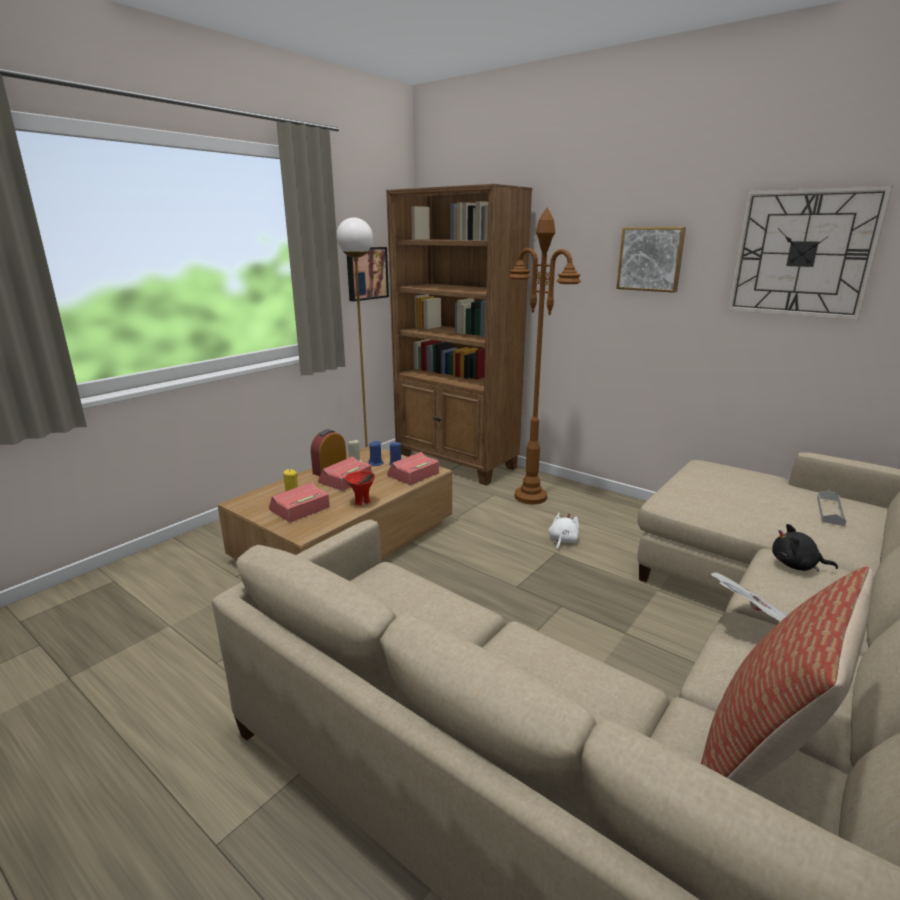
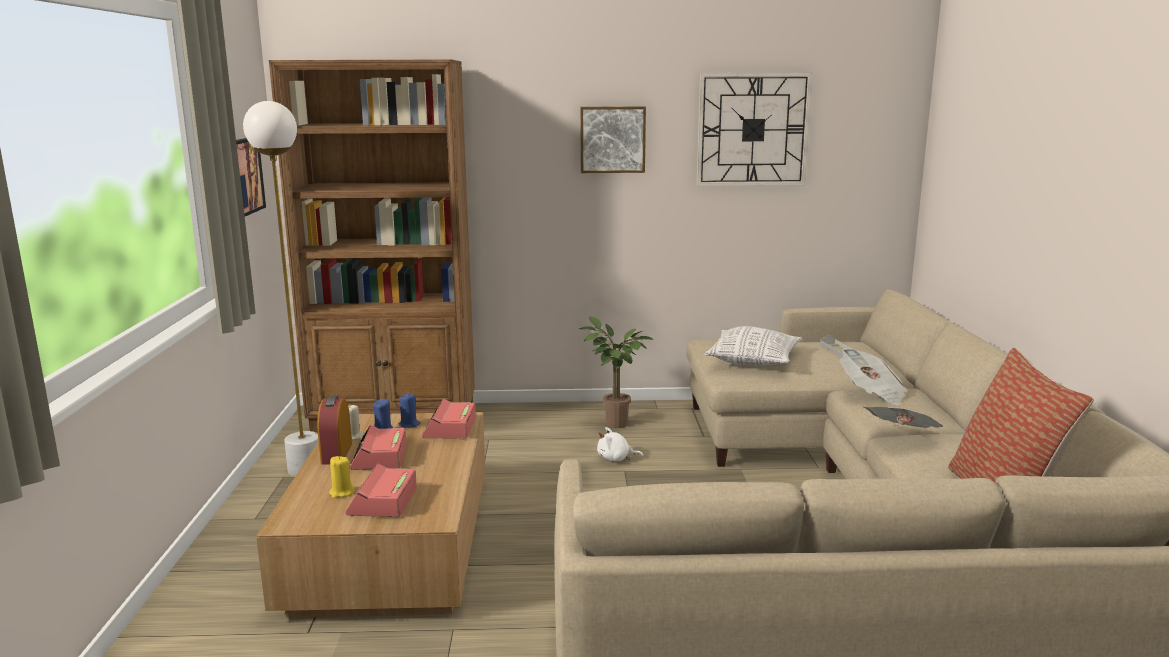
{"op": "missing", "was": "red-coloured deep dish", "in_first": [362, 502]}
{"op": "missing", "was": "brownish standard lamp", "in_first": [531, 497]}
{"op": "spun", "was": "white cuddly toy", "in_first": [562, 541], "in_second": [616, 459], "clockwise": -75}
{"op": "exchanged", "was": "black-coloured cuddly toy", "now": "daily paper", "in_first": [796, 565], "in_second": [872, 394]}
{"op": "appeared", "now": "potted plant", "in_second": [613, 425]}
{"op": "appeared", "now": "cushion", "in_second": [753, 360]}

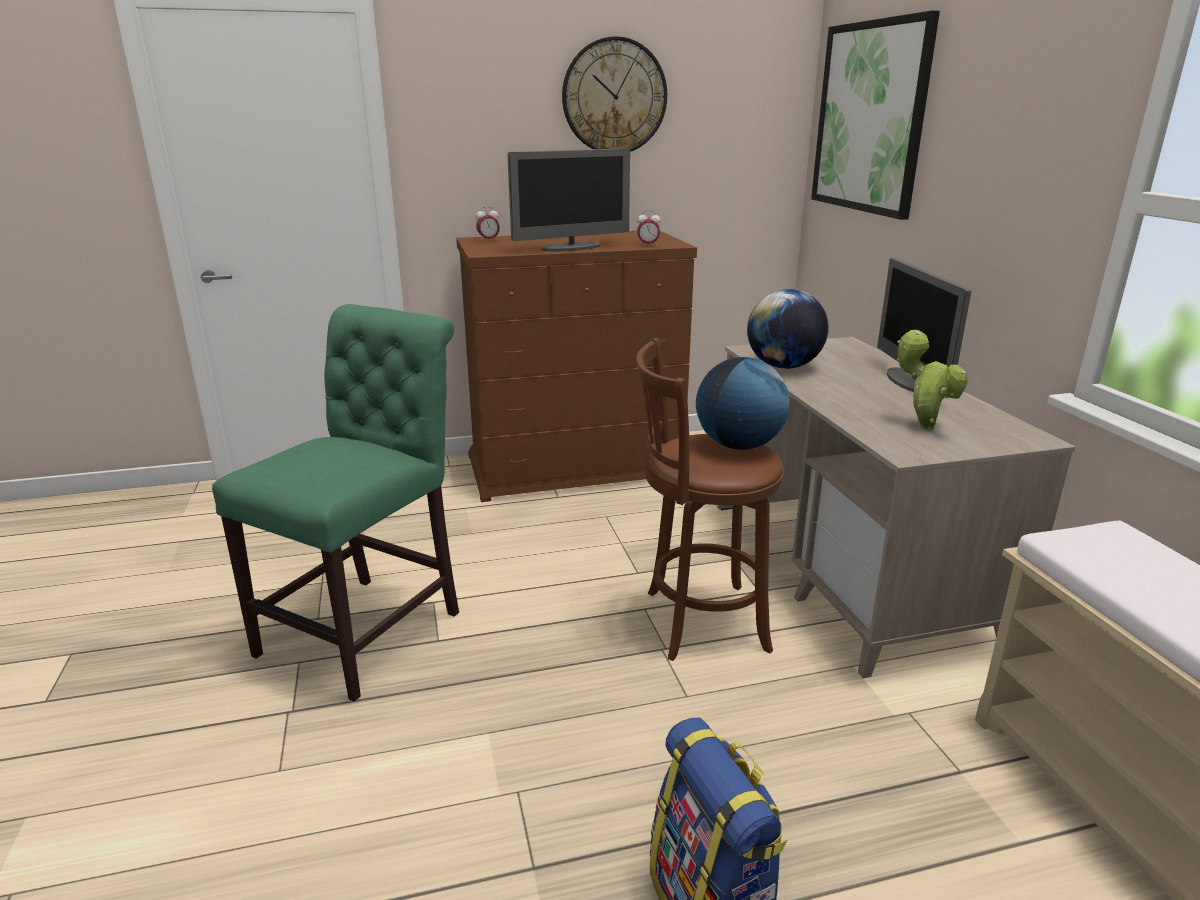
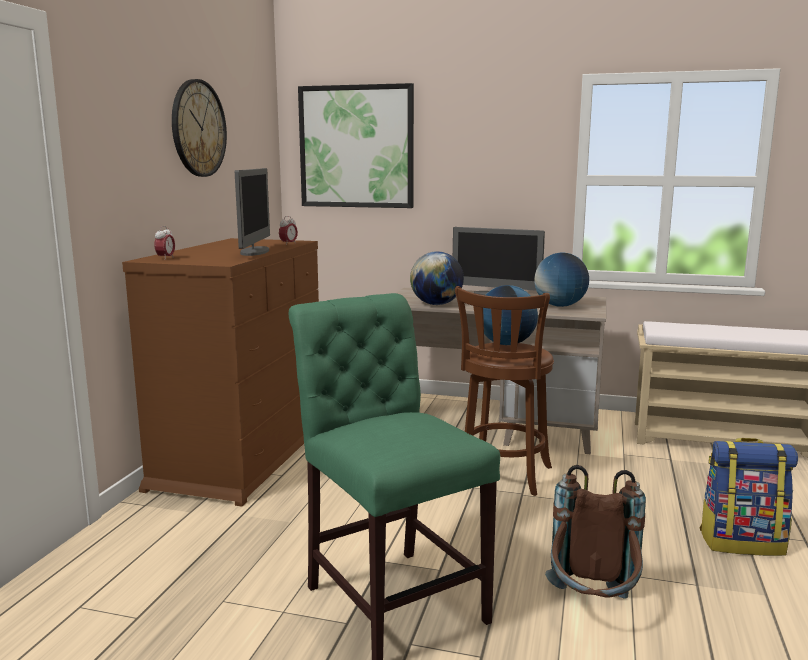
{"op": "exchanged", "was": "potted plant", "now": "desk globe", "in_first": [922, 426], "in_second": [560, 306]}
{"op": "appeared", "now": "brownish rucksack", "in_second": [592, 608]}

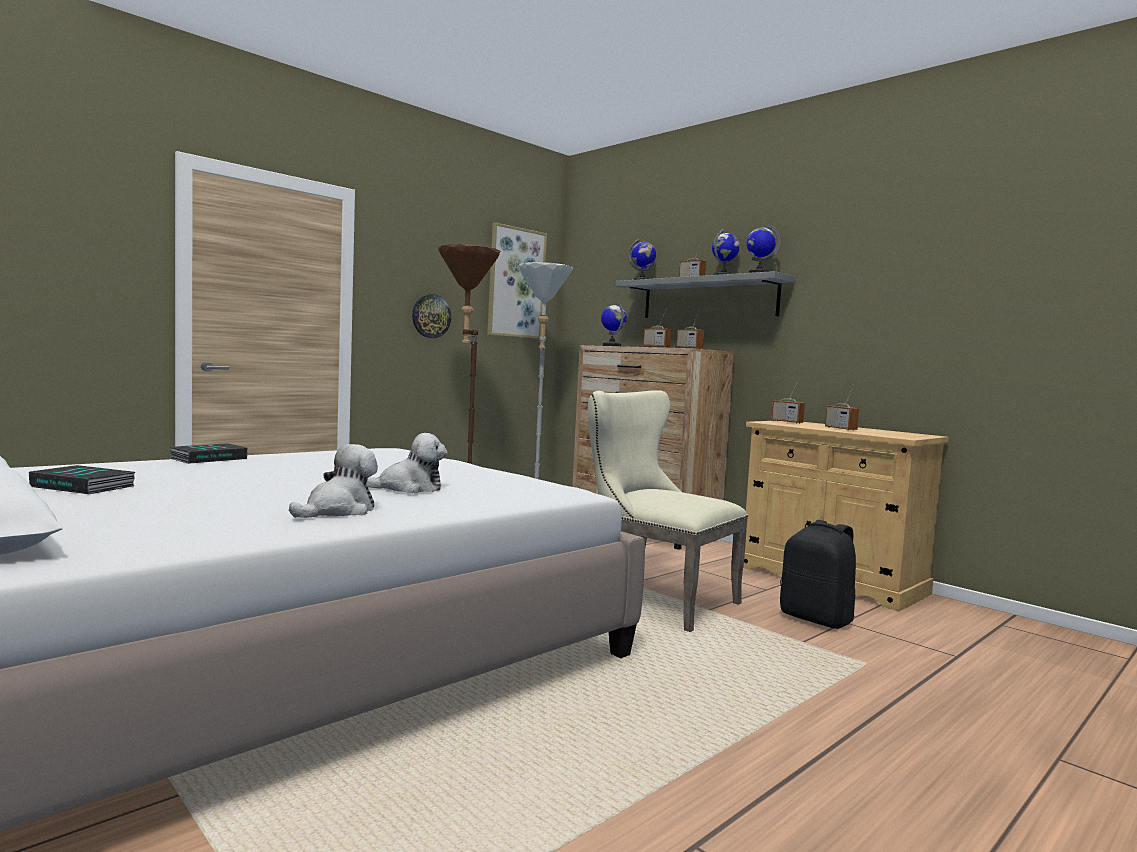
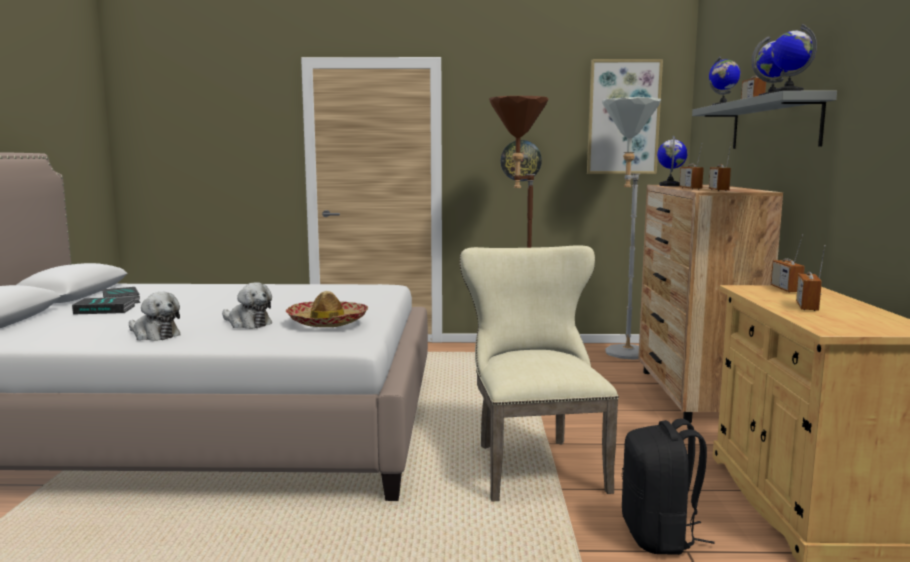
{"op": "relocated", "was": "bound book", "in_first": [209, 458], "in_second": [105, 310]}
{"op": "spun", "was": "cuddly toy", "in_first": [338, 511], "in_second": [154, 335], "clockwise": 45}
{"op": "appeared", "now": "clothing hat", "in_second": [327, 322]}

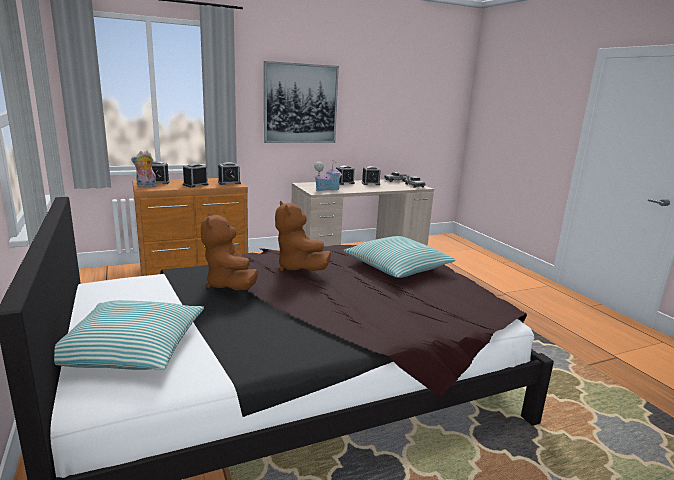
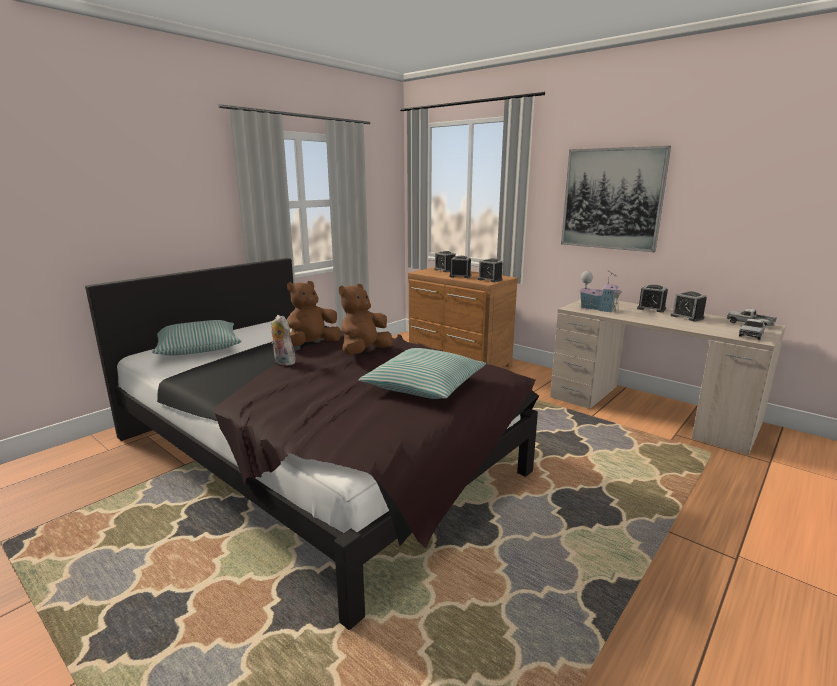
{"op": "relocated", "was": "cuddly toy", "in_first": [146, 186], "in_second": [282, 362]}

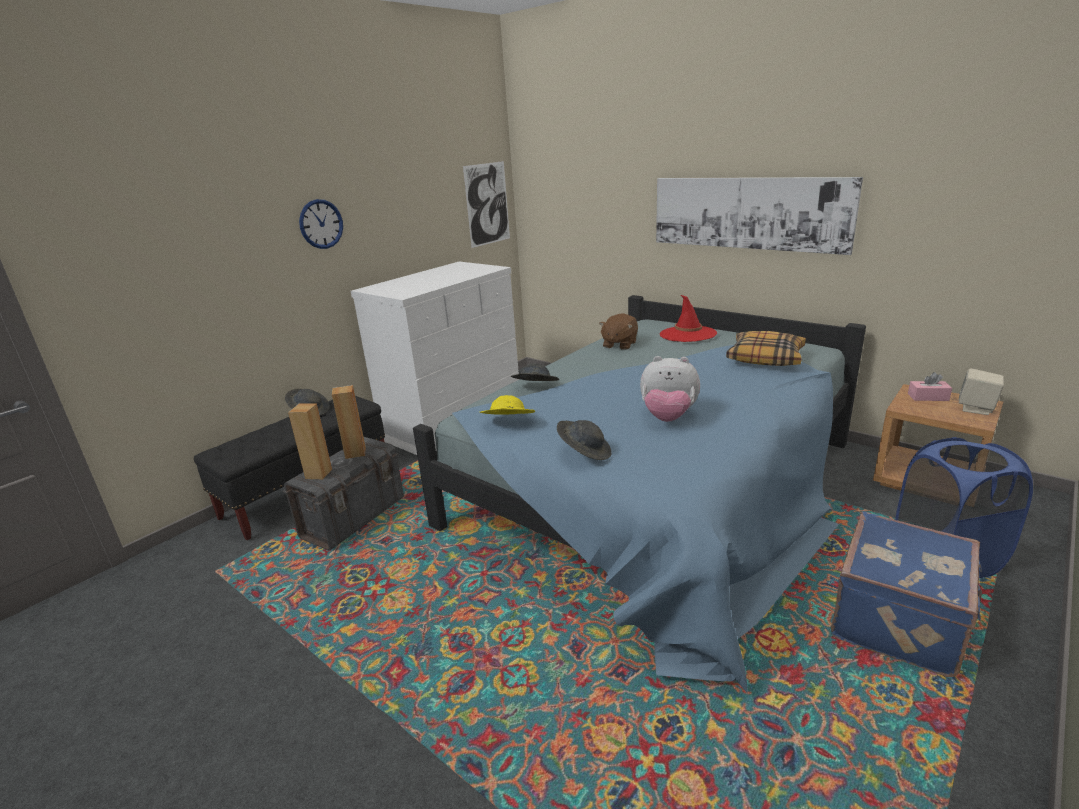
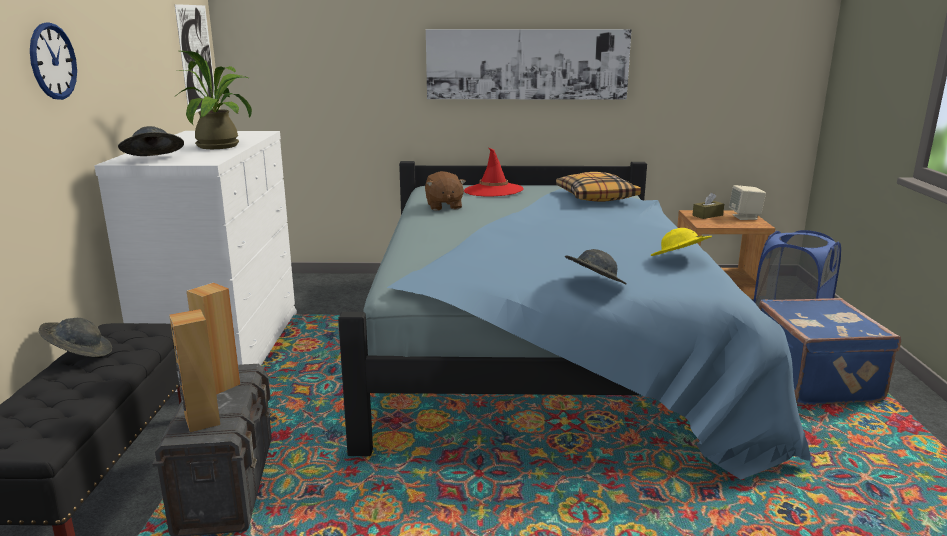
{"op": "relocated", "was": "yellow clothing hat", "in_first": [508, 424], "in_second": [679, 260]}
{"op": "relocated", "was": "gray clothing hat", "in_first": [535, 388], "in_second": [153, 159]}
{"op": "missing", "was": "cuddly toy", "in_first": [668, 418]}
{"op": "colour", "was": "pink-coloured box of tissues", "now": "brownish box of tissues", "in_first": [928, 397], "in_second": [707, 215]}
{"op": "appeared", "now": "potted plant", "in_second": [223, 145]}

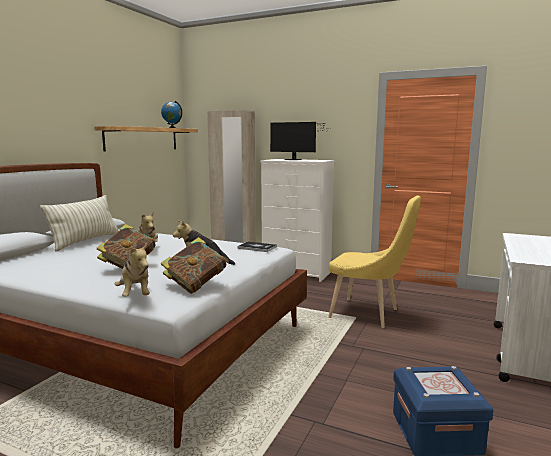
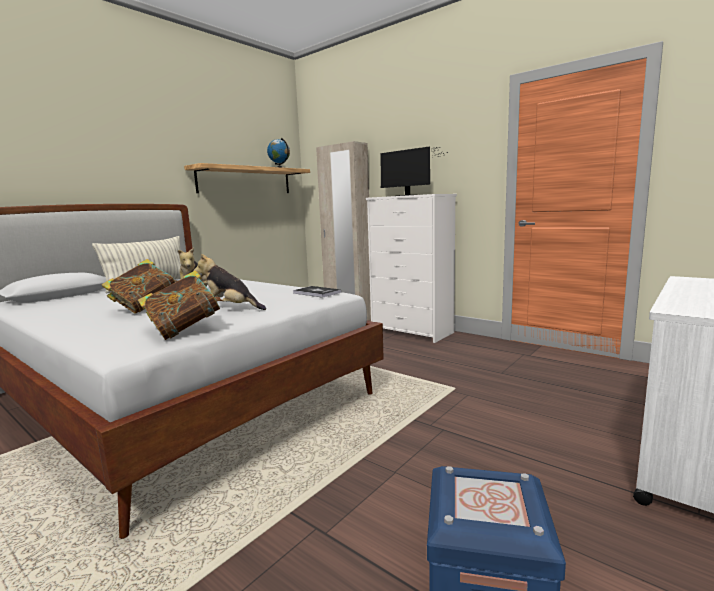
{"op": "missing", "was": "cuddly toy", "in_first": [135, 295]}
{"op": "missing", "was": "yellow plain chair", "in_first": [369, 314]}

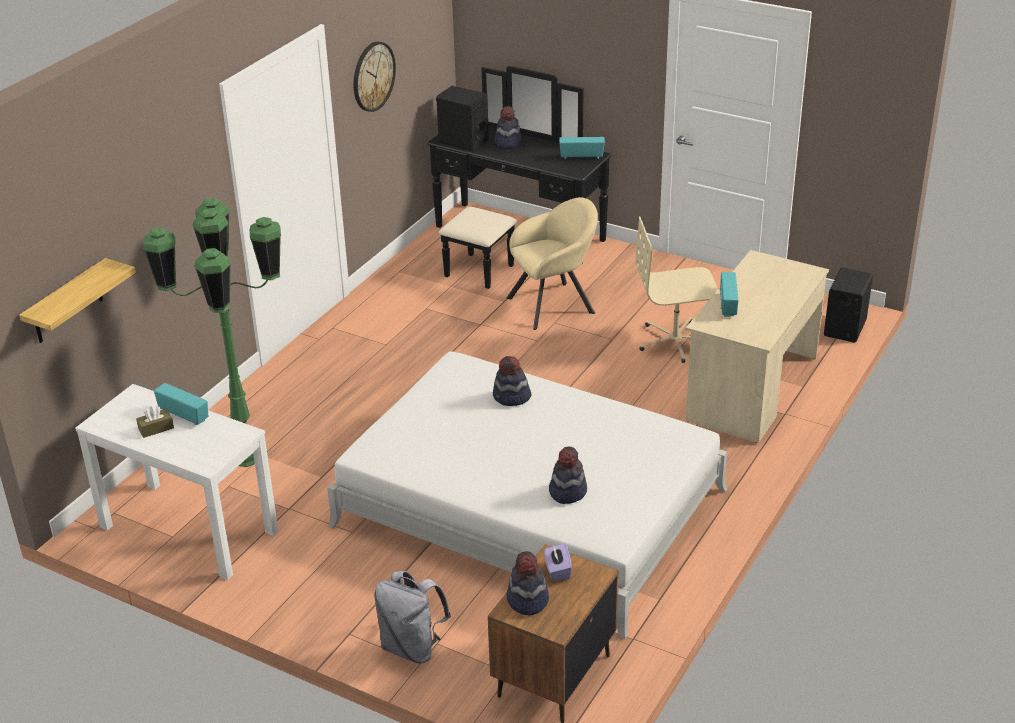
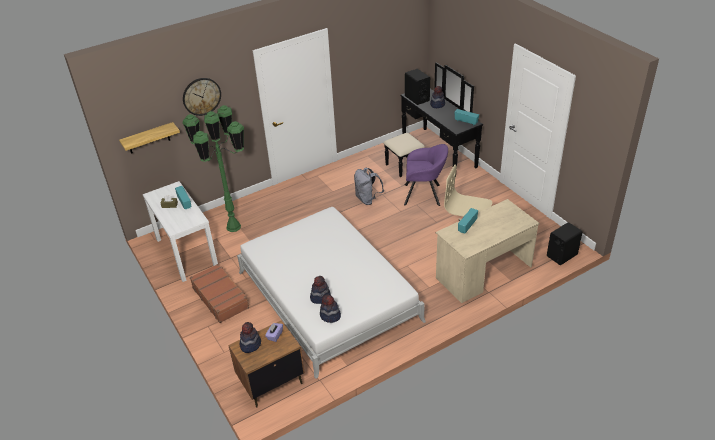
{"op": "relocated", "was": "wall clock", "in_first": [373, 76], "in_second": [201, 96]}
{"op": "relocated", "was": "gray rucksack", "in_first": [412, 647], "in_second": [367, 199]}
{"op": "relocated", "was": "clothing hat", "in_first": [511, 397], "in_second": [330, 316]}
{"op": "colour", "was": "sand-coloured easy chair", "now": "purple easy chair", "in_first": [555, 304], "in_second": [424, 195]}
{"op": "appeared", "now": "brownish suitcase", "in_second": [221, 297]}

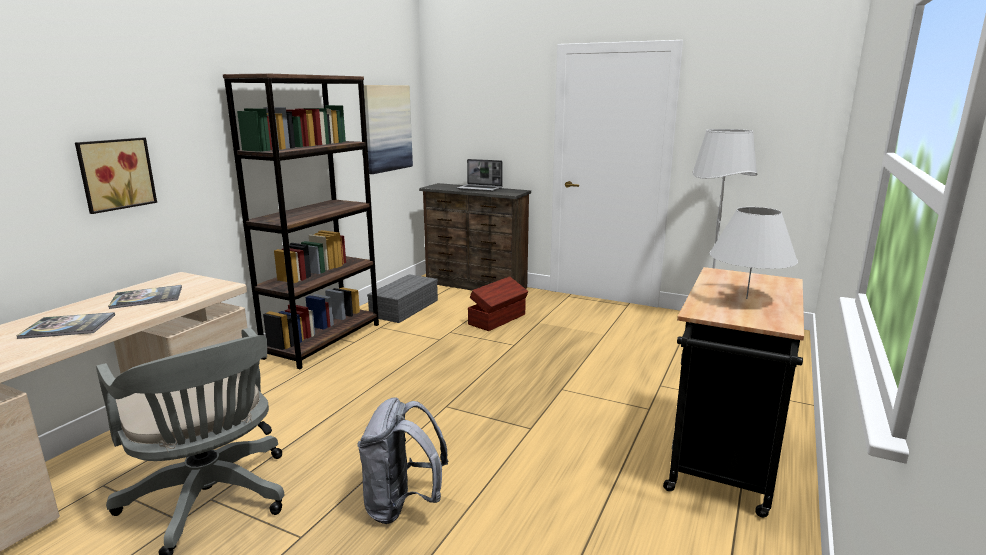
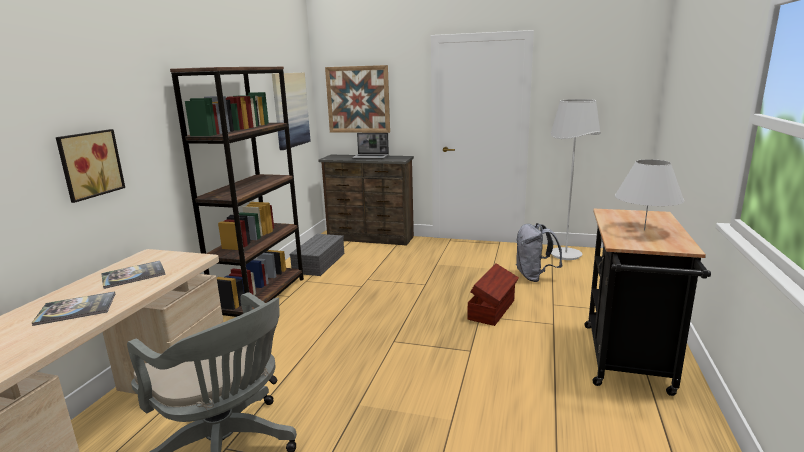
{"op": "relocated", "was": "gray rucksack", "in_first": [402, 505], "in_second": [534, 277]}
{"op": "relocated", "was": "brownish storage box", "in_first": [498, 319], "in_second": [492, 309]}
{"op": "appeared", "now": "picture", "in_second": [358, 99]}

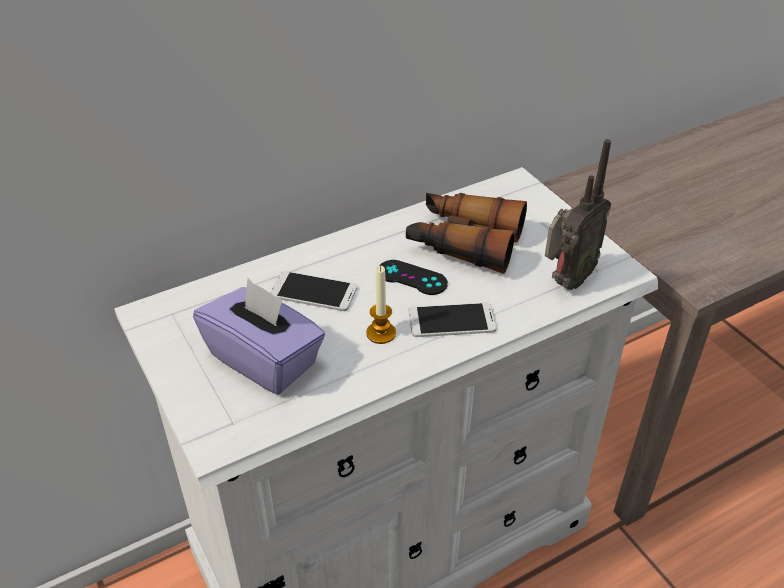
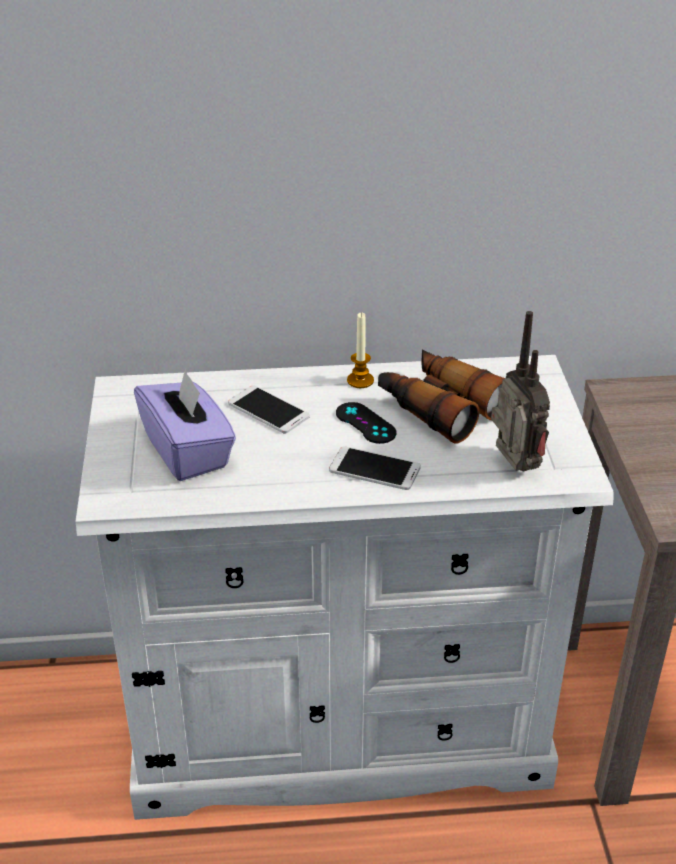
{"op": "relocated", "was": "wax candle", "in_first": [381, 333], "in_second": [360, 380]}
{"op": "spun", "was": "radio", "in_first": [566, 281], "in_second": [513, 468], "clockwise": -90}

